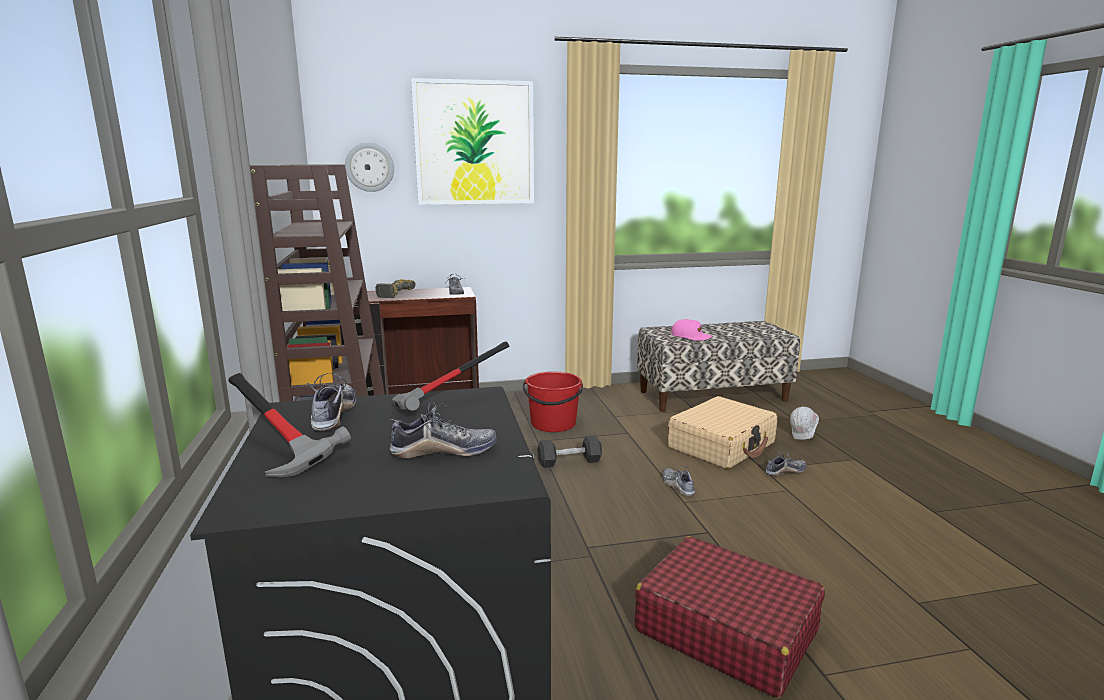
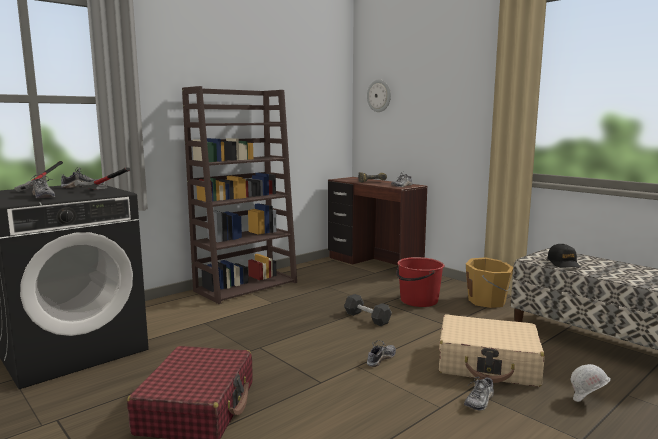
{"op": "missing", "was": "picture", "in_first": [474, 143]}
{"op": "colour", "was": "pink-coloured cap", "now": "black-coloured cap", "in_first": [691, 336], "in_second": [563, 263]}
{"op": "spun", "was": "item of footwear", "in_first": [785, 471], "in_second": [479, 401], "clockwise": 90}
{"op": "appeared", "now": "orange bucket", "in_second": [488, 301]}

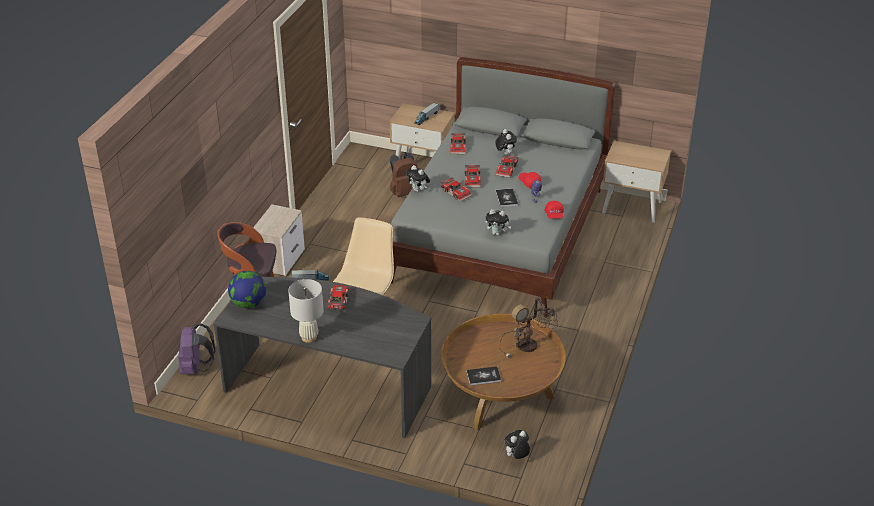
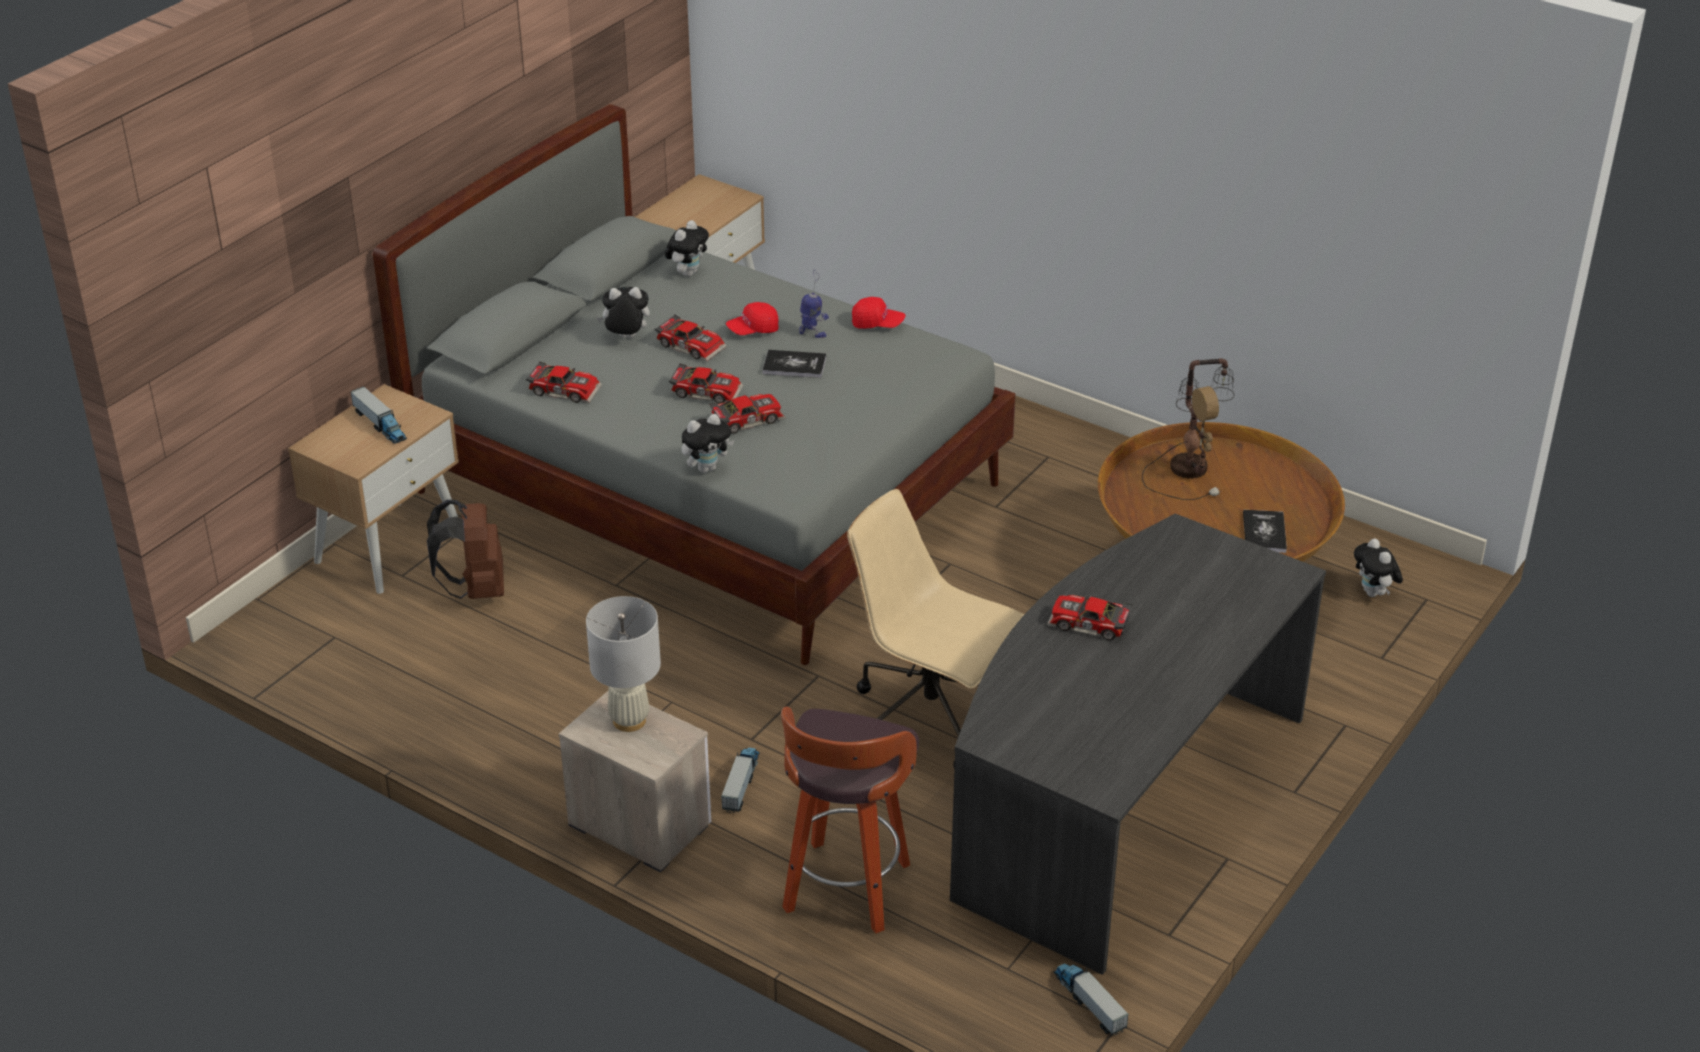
{"op": "missing", "was": "purple rucksack", "in_first": [196, 368]}
{"op": "missing", "was": "desk globe", "in_first": [249, 304]}
{"op": "relocated", "was": "white lamp for a table", "in_first": [309, 337], "in_second": [629, 720]}
{"op": "relocated", "was": "cuddly toy", "in_first": [497, 233], "in_second": [688, 272]}
{"op": "appeared", "now": "model truck", "in_second": [1089, 1003]}

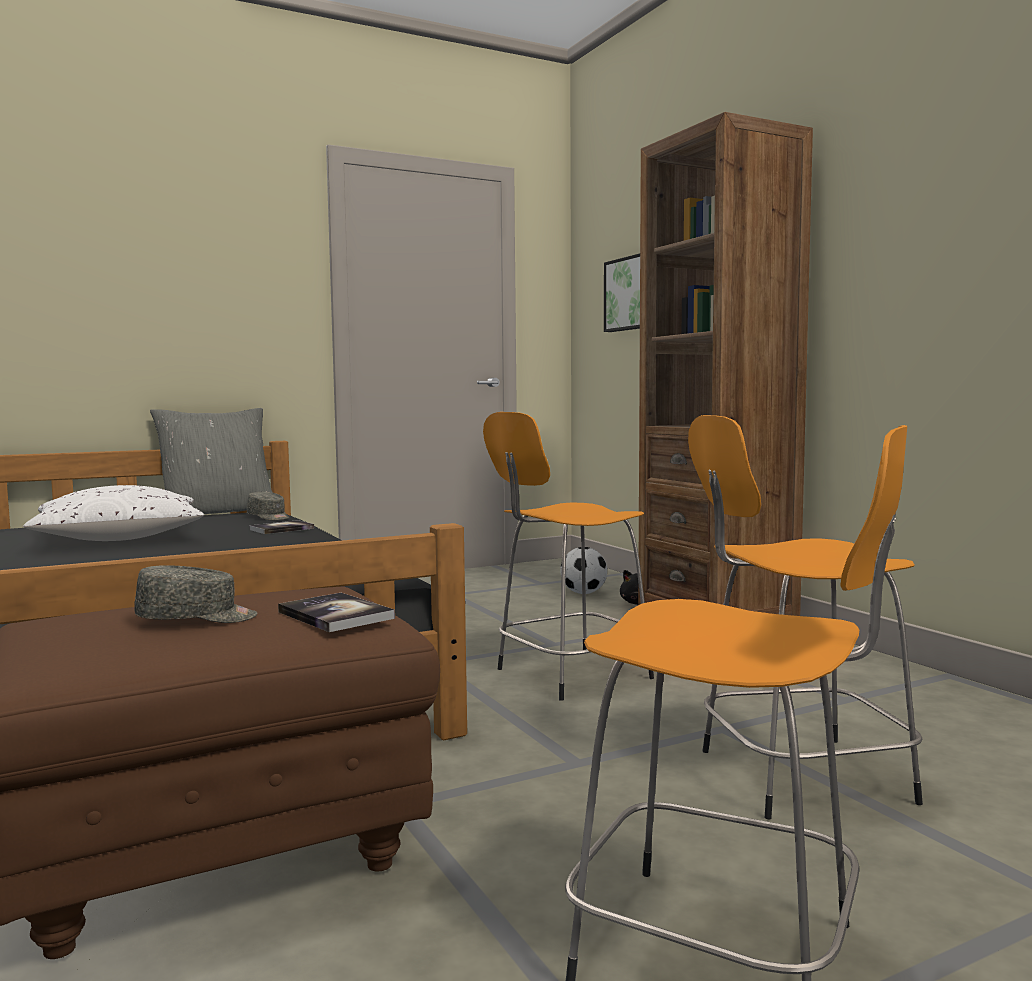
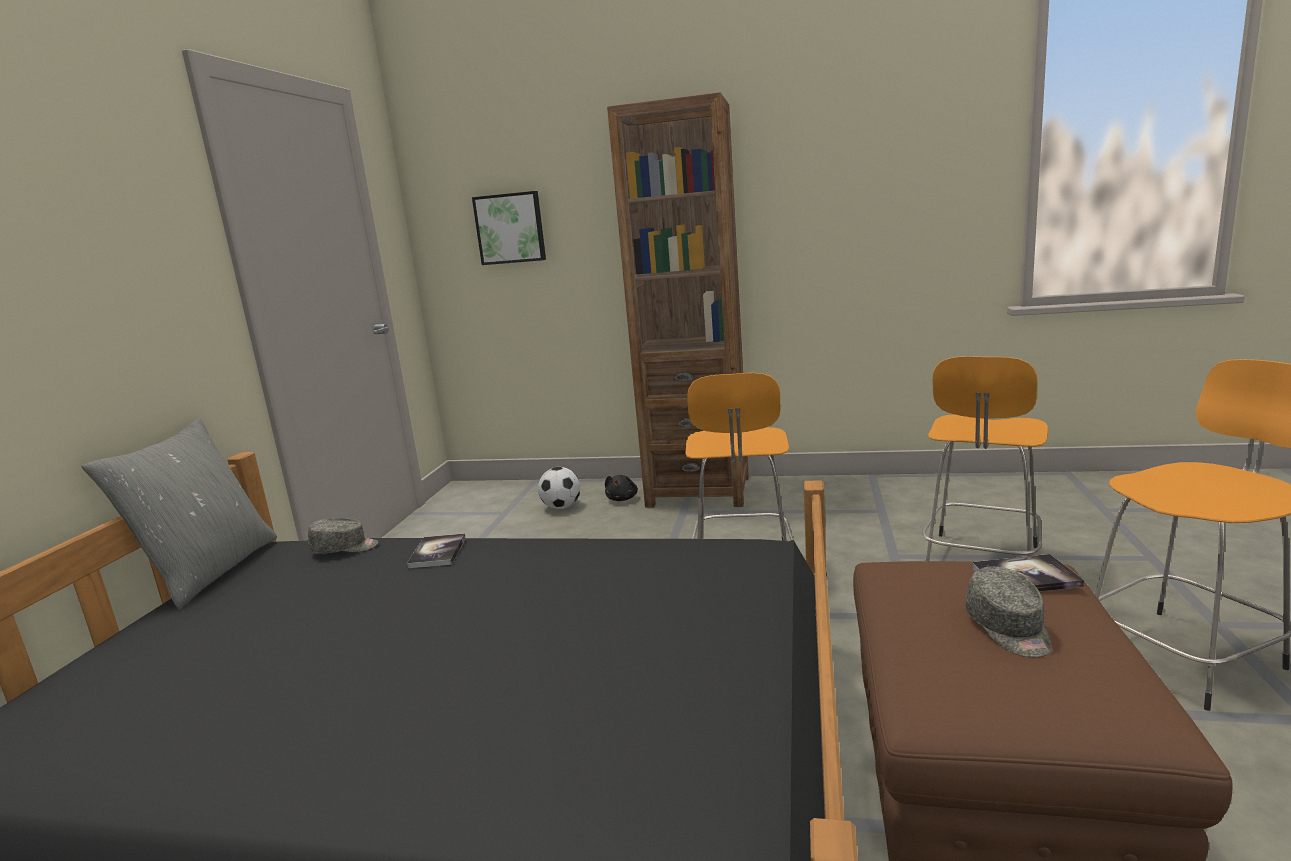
{"op": "missing", "was": "white cushion", "in_first": [119, 538]}
{"op": "spun", "was": "gray cap", "in_first": [197, 619], "in_second": [1009, 629], "clockwise": 150}

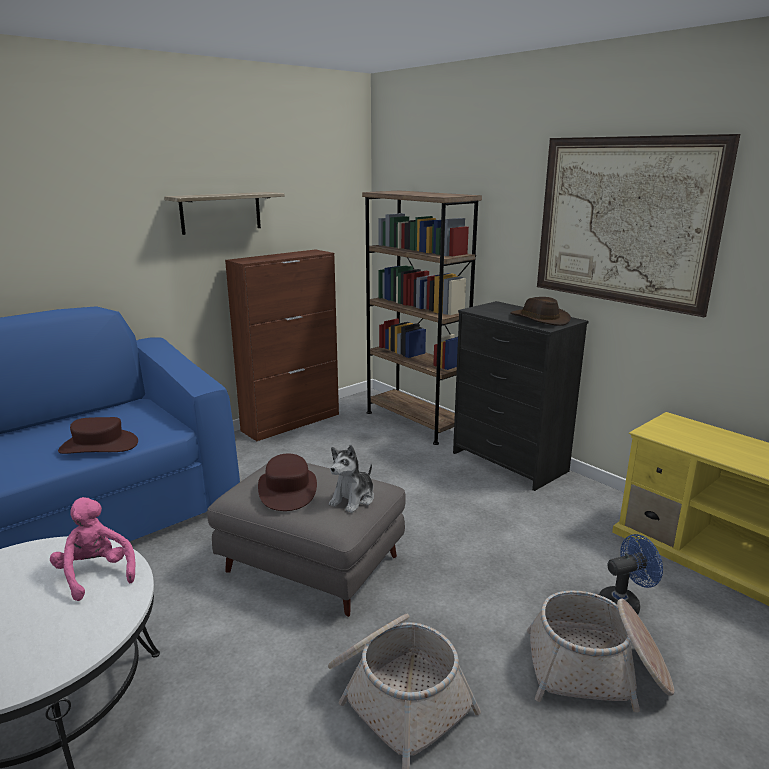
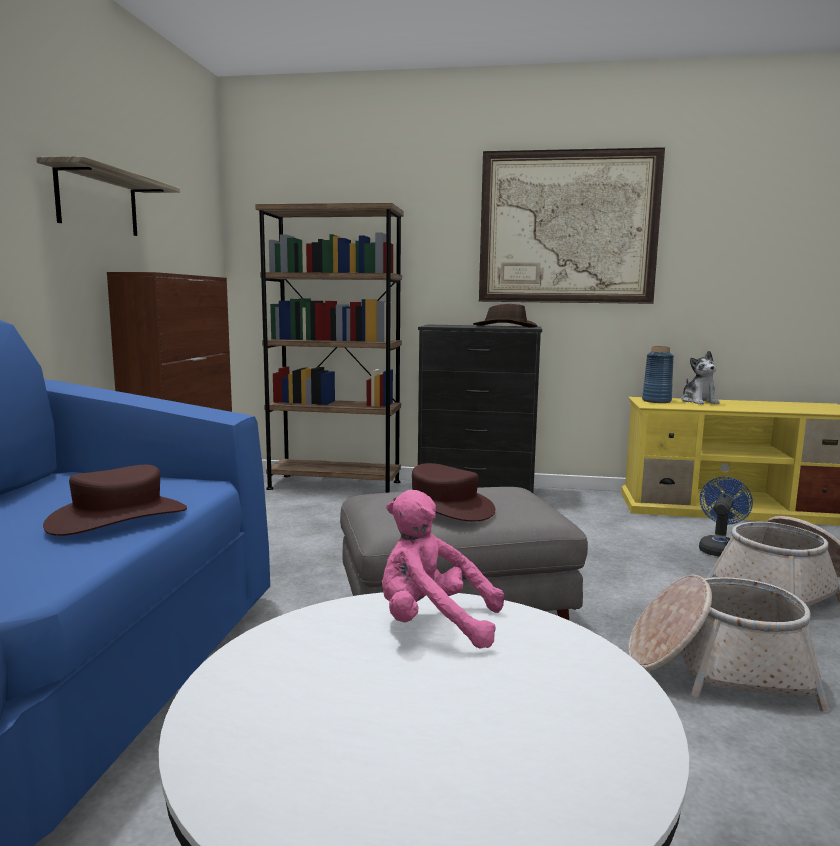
{"op": "relocated", "was": "cuddly toy", "in_first": [353, 499], "in_second": [699, 401]}
{"op": "appeared", "now": "blue vase", "in_second": [656, 401]}

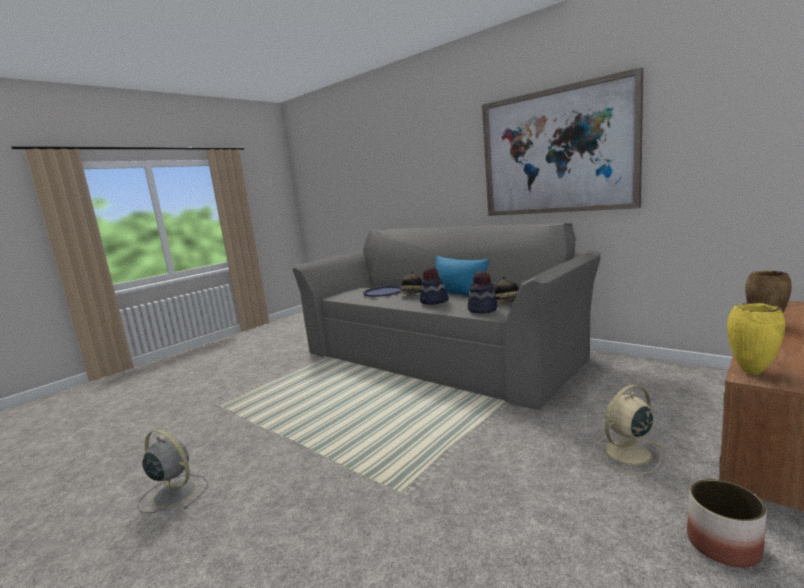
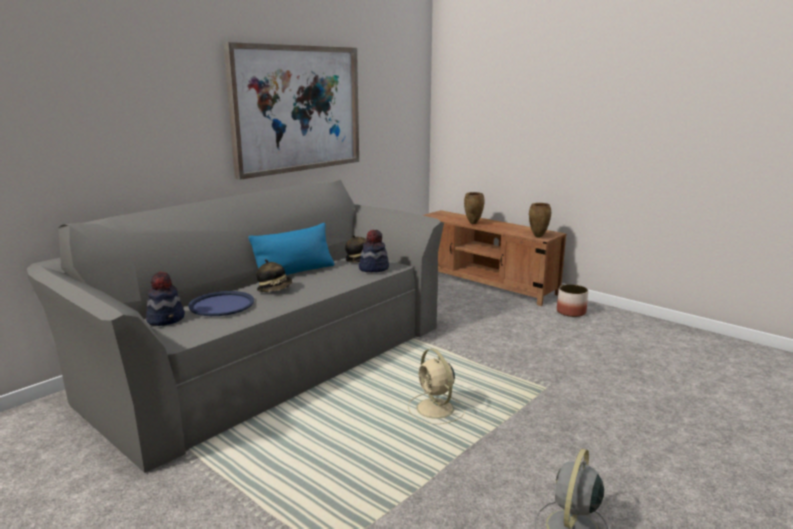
{"op": "relocated", "was": "clothing hat", "in_first": [434, 302], "in_second": [166, 319]}
{"op": "relocated", "was": "sand-coloured cooling fan", "in_first": [626, 453], "in_second": [436, 409]}
{"op": "colour", "was": "yellow vase", "now": "brownish vase", "in_first": [750, 372], "in_second": [537, 237]}

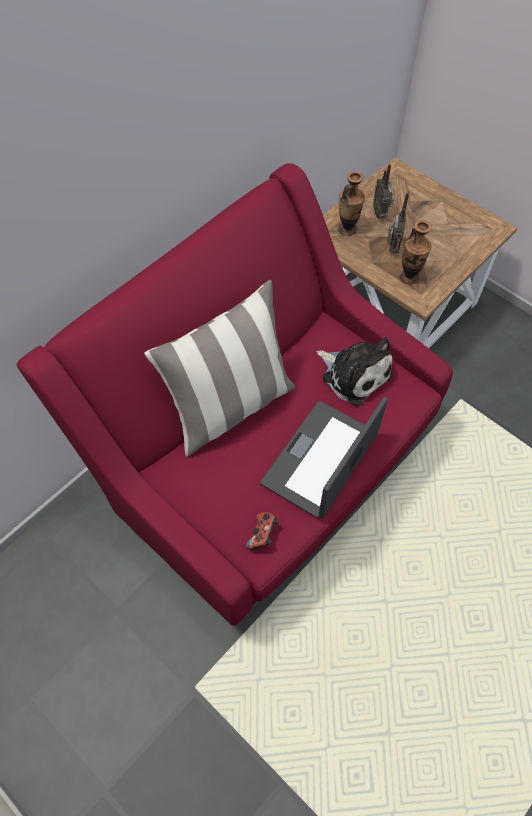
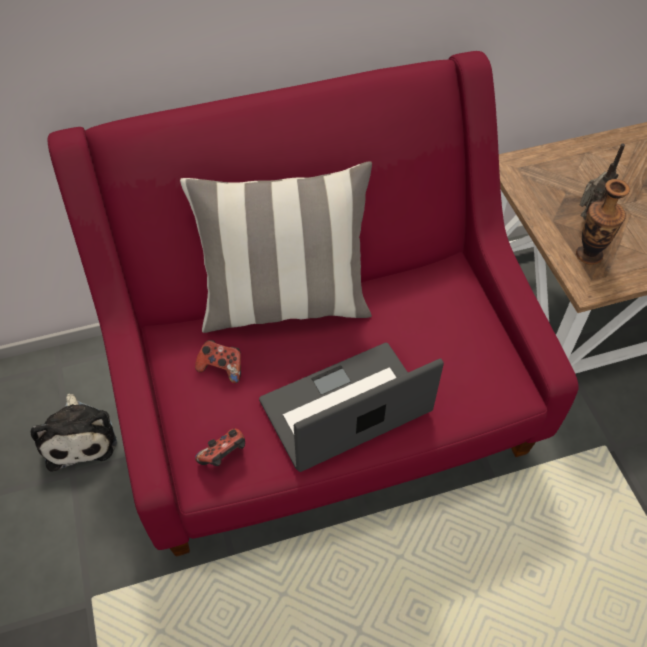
{"op": "relocated", "was": "cuddly toy", "in_first": [354, 374], "in_second": [79, 436]}
{"op": "missing", "was": "vase", "in_first": [347, 229]}
{"op": "missing", "was": "radio", "in_first": [380, 213]}
{"op": "appeared", "now": "joypad", "in_second": [221, 368]}

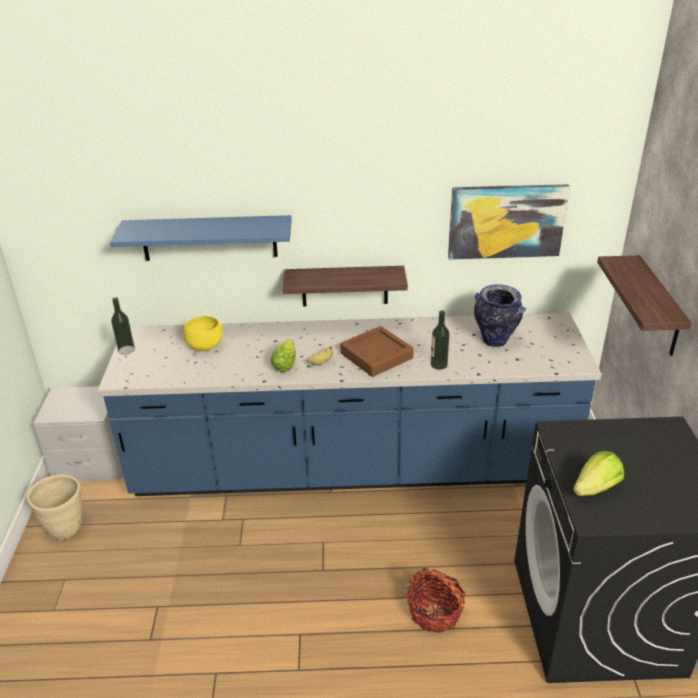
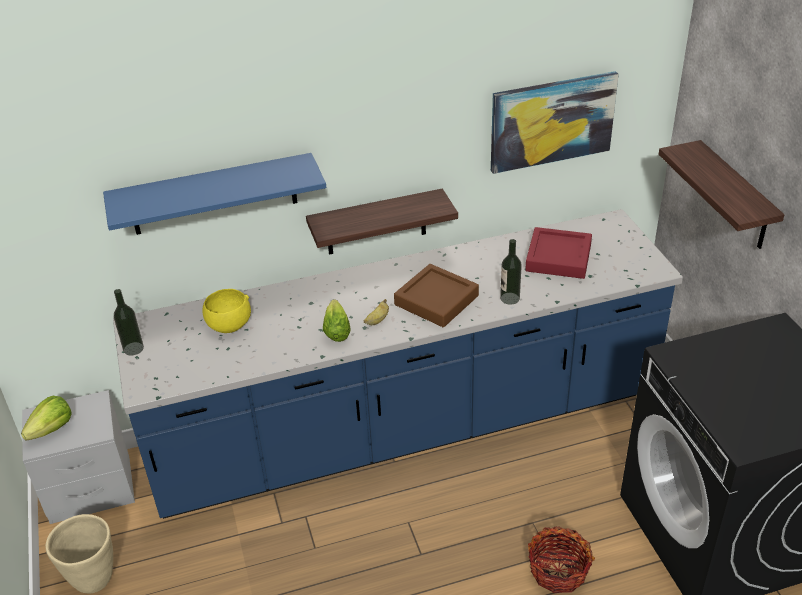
{"op": "exchanged", "was": "vase", "now": "red-coloured carrying tray", "in_first": [495, 341], "in_second": [558, 258]}
{"op": "relocated", "was": "lettuce head", "in_first": [596, 488], "in_second": [52, 429]}

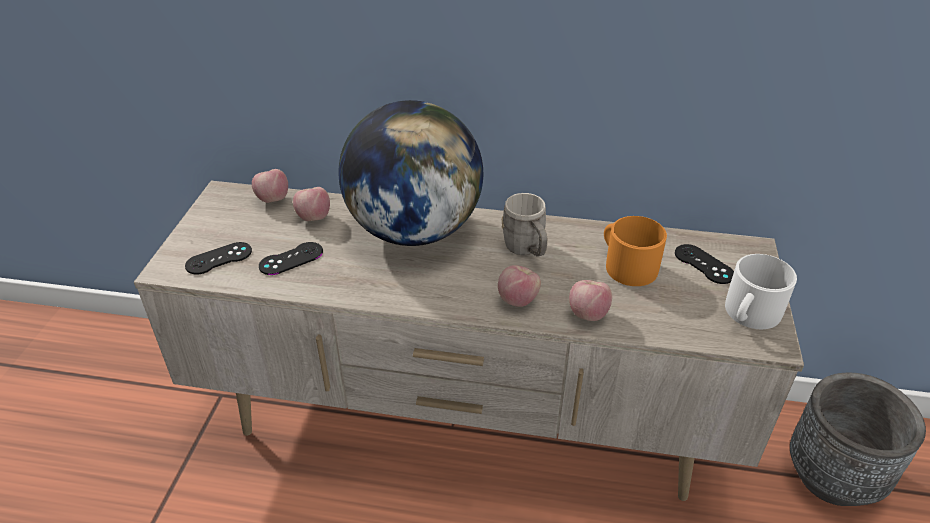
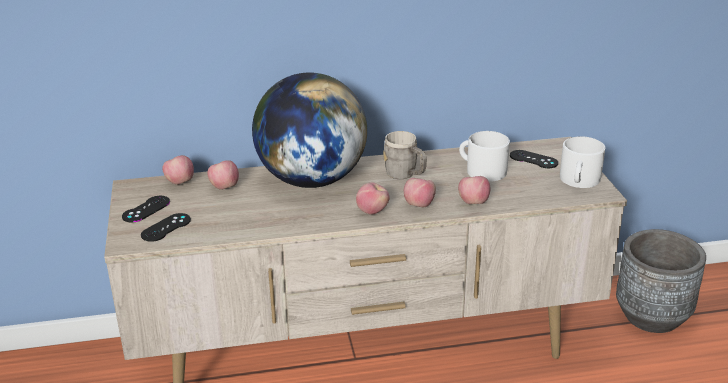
{"op": "relocated", "was": "black-coloured joypad", "in_first": [291, 259], "in_second": [146, 209]}
{"op": "colour", "was": "orange tea mug", "now": "white tea mug", "in_first": [626, 265], "in_second": [481, 170]}
{"op": "appeared", "now": "whole apple", "in_second": [373, 211]}

